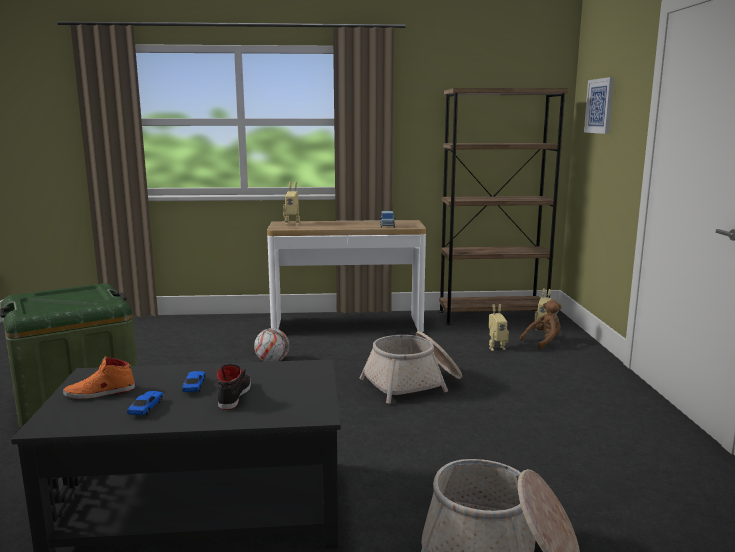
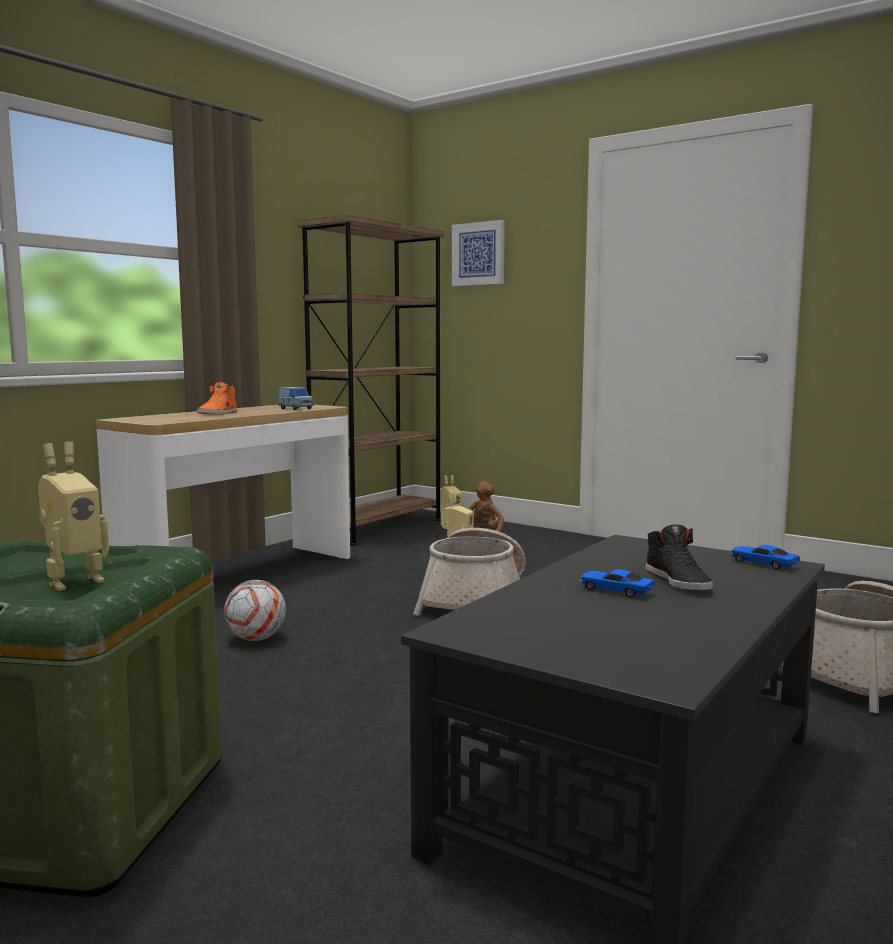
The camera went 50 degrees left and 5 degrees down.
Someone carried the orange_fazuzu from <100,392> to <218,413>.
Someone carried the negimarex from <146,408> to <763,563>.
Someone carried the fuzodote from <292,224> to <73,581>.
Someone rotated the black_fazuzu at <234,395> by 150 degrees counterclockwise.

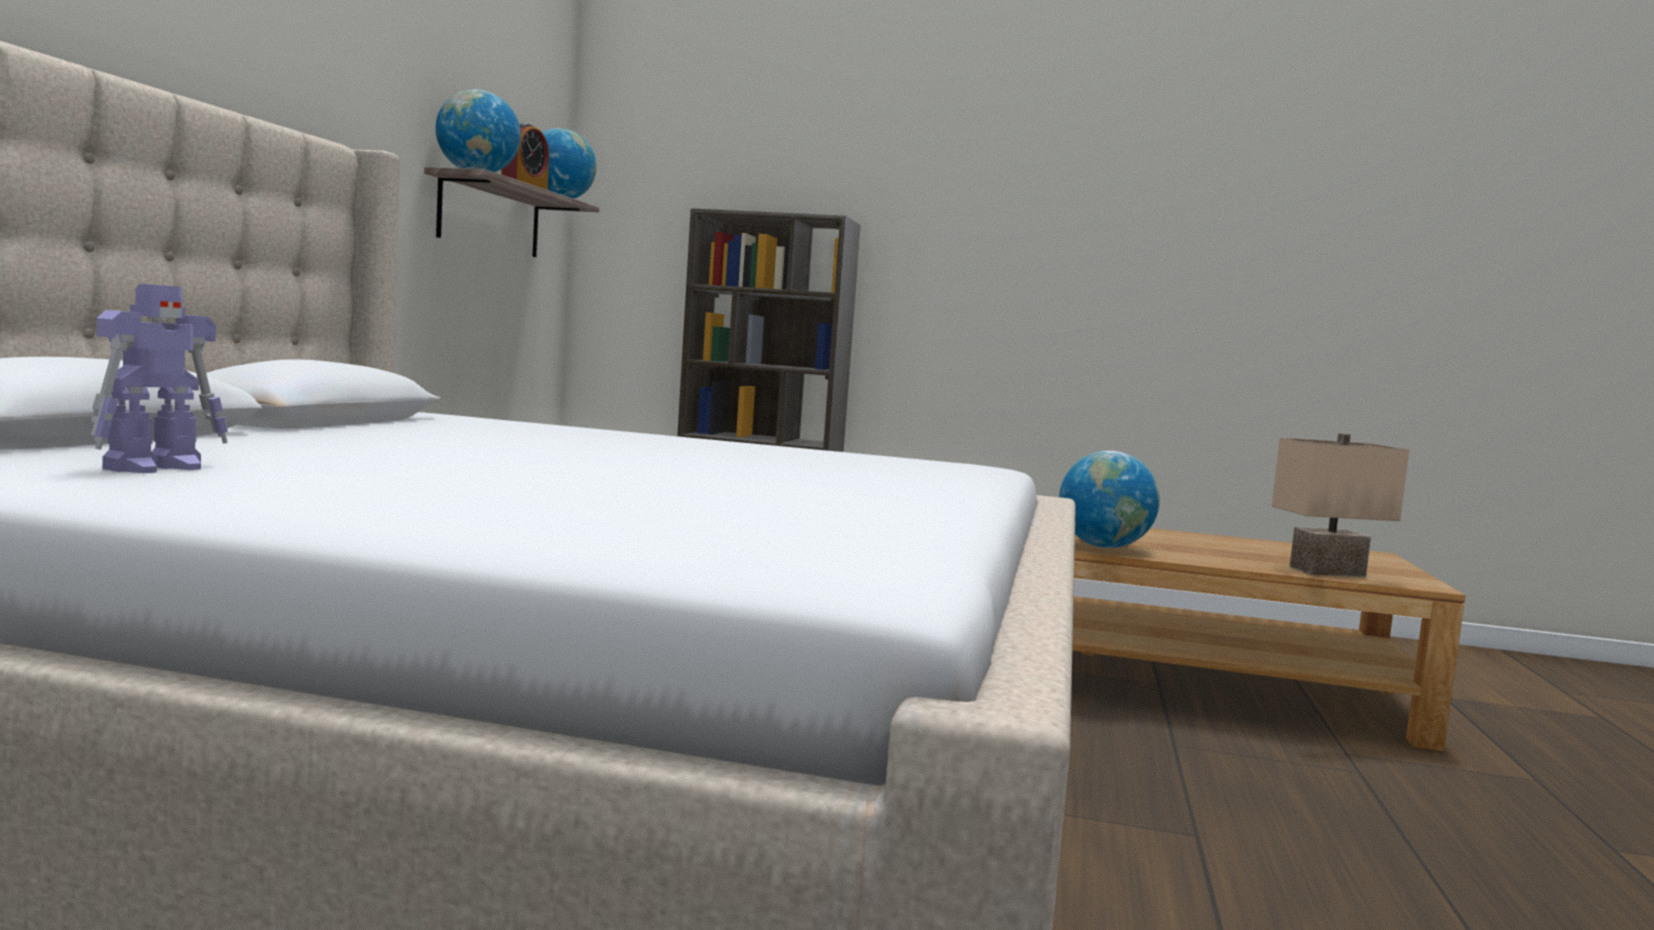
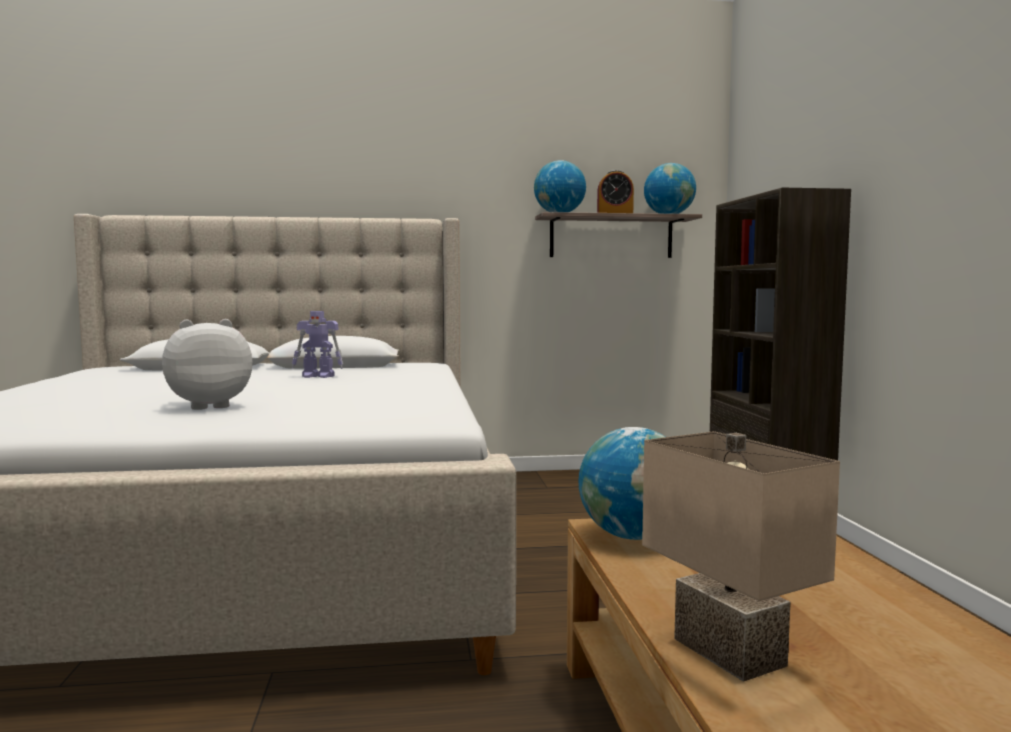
The camera went 70 degrees right and 0 degrees up.
Someone put down the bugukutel at <209,406>.
Someone carried the fuzodote from <157,467> to <319,376>.

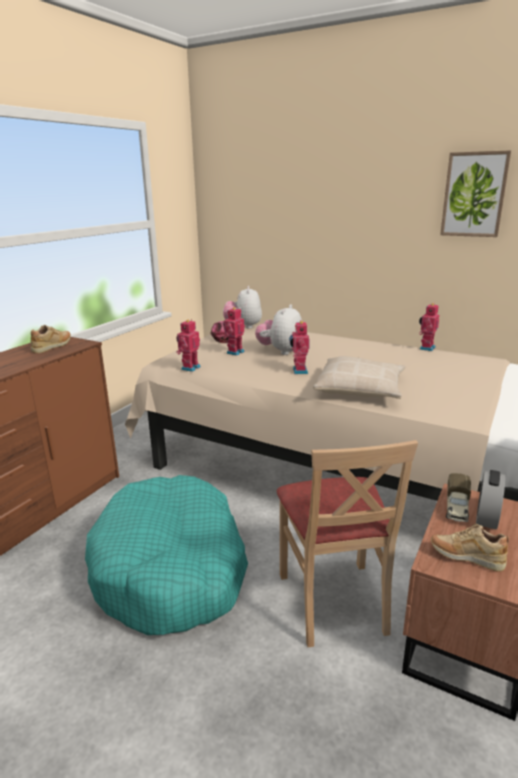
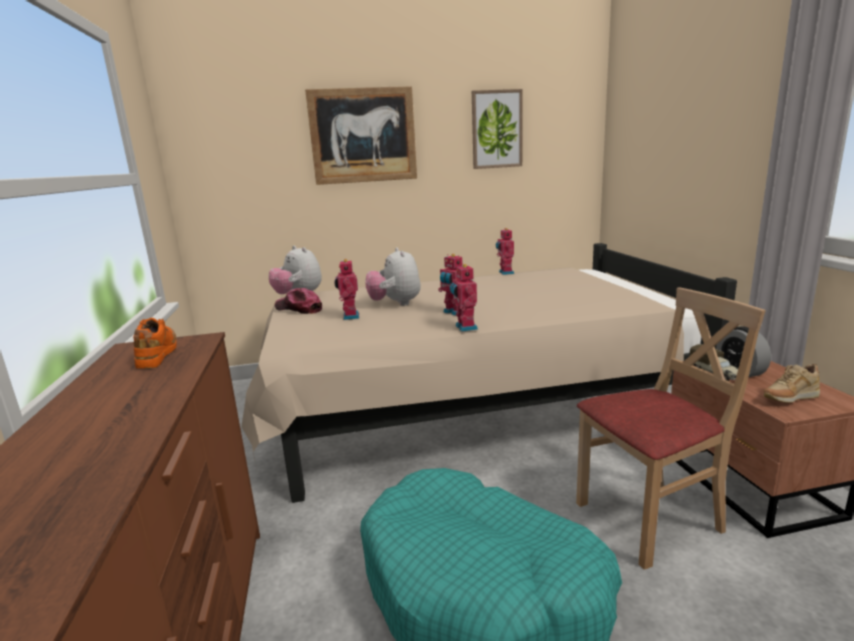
The camera went 40 degrees left and 5 degrees down.
Someone took away the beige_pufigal at <360,388>.
Someone put up the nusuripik at <363,136>.
Someone carried the fuzodote from <189,368> to <464,327>.
Someone repainted the beige_fazuzu at <53,347>, which became the orange_fazuzu at <159,356>.
Someone rotated the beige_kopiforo at <333,601> by 60 degrees counterclockwise.

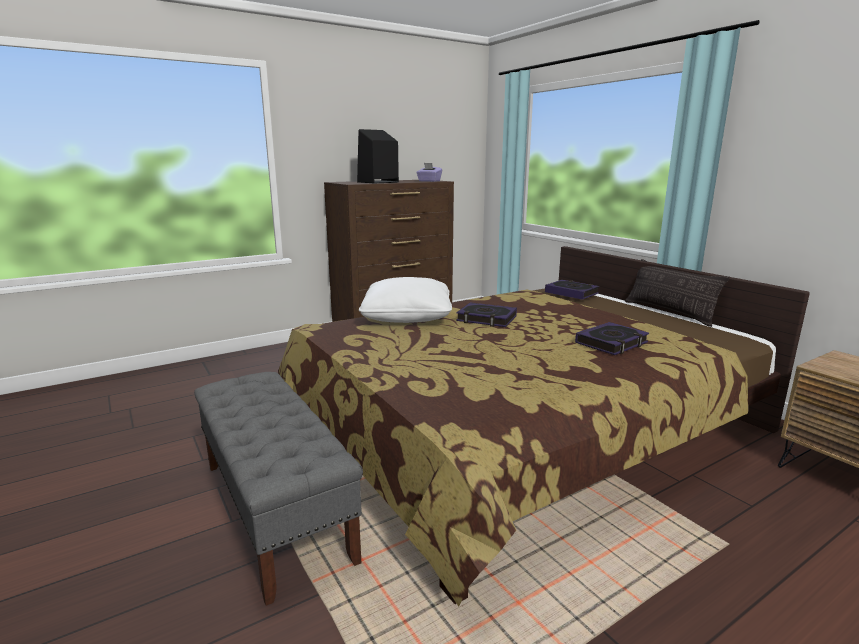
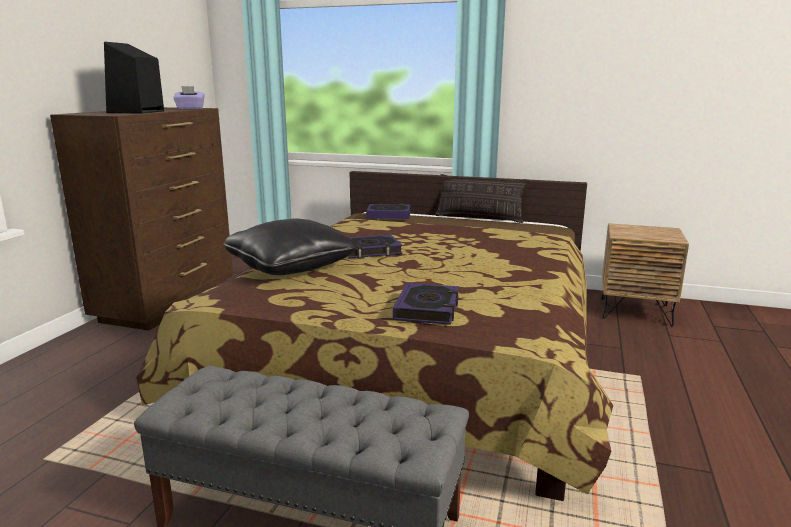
The camera went 40 degrees left and 0 degrees up.
Someone carried the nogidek from <611,343> to <427,309>.
Someone repainted the white_pufigal at <407,317>, which became the black_pufigal at <291,266>.

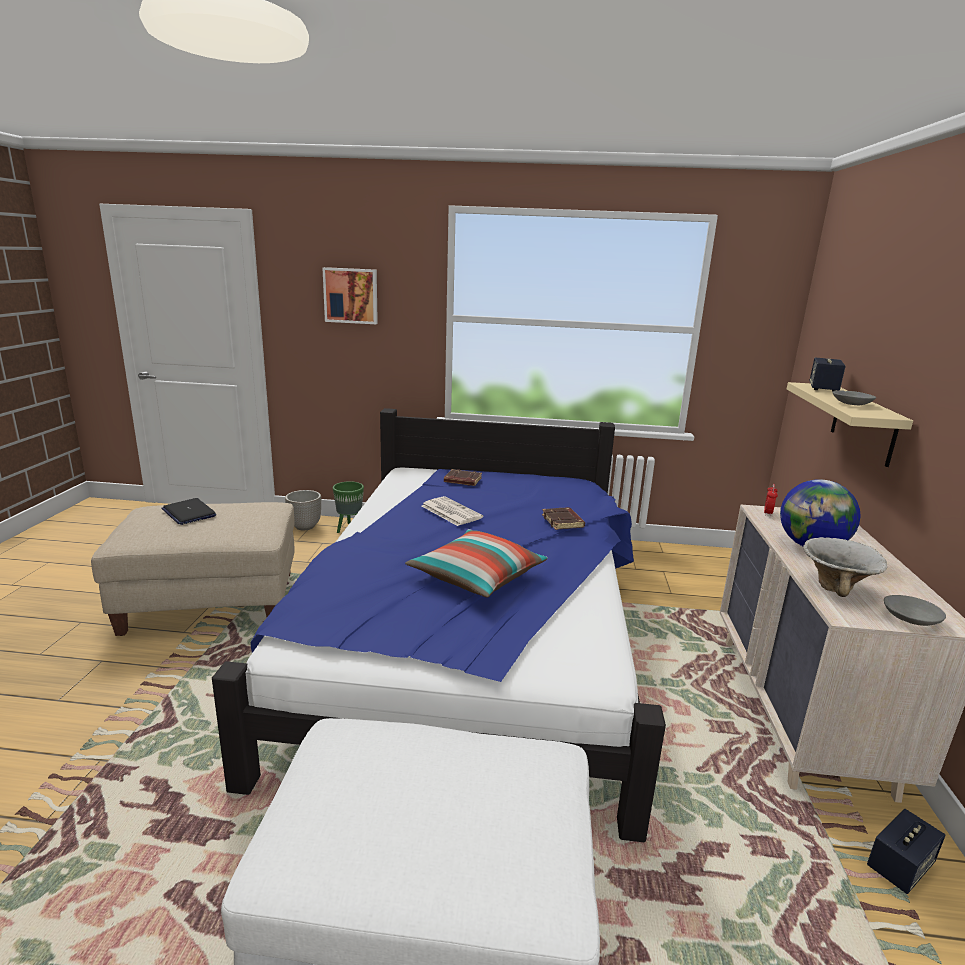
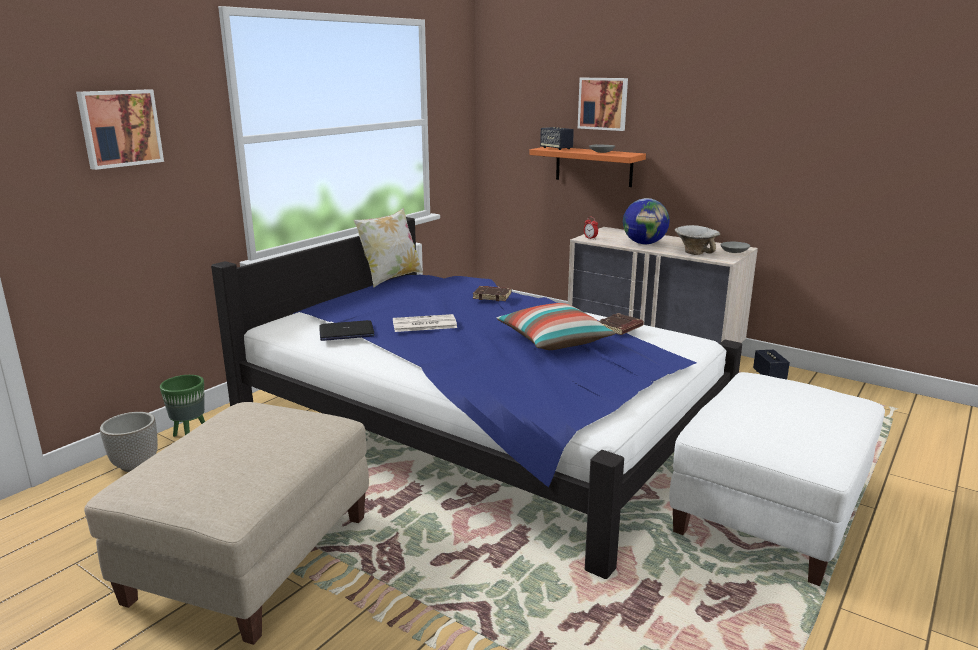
The camera went 60 degrees left and 0 degrees up.
Someone put down the pufigal at <391,278>.
Someone put up the nusuripik at <603,103>.
Someone carried the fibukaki from <188,512> to <346,332>.
Someone carried the brown_nogidek from <462,481> to <620,328>.
Someone repainted the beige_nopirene at <863,424>, which became the orange_nopirene at <593,166>.

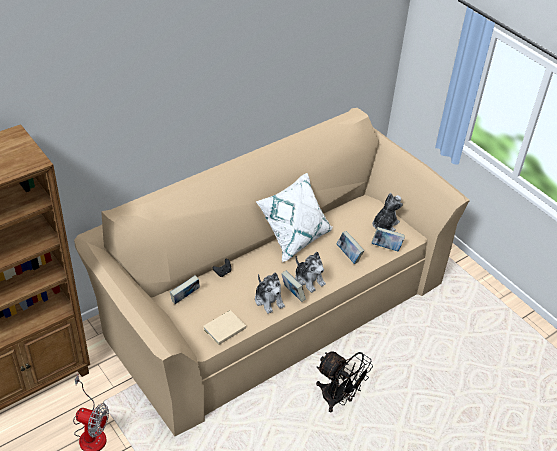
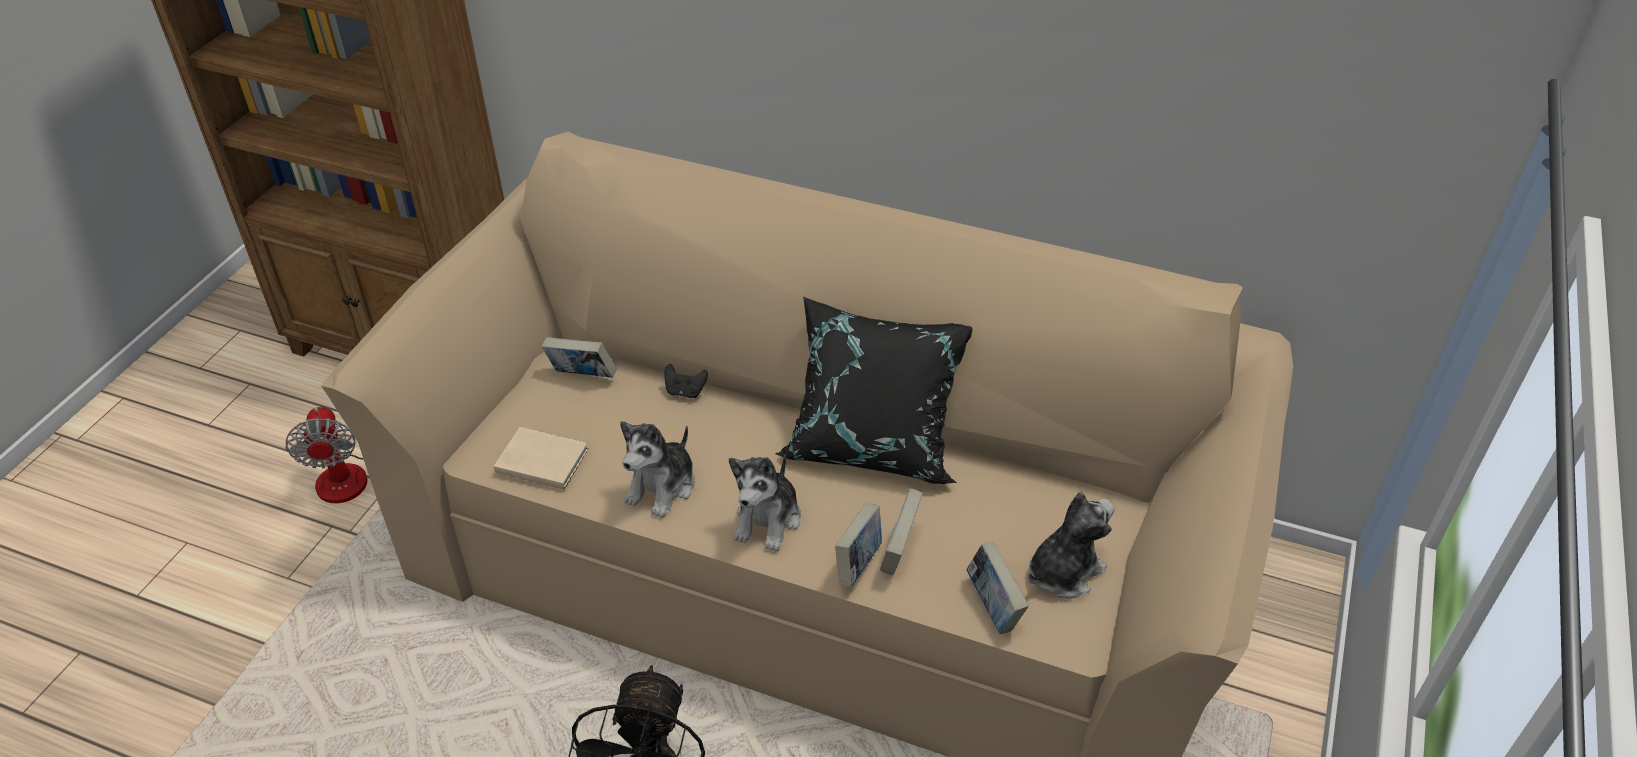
The camera went 60 degrees right and 0 degrees up.
Someone carried the nogidek from <292,294> to <858,564>.
Someone repainted the white_pufigal at <294,237>, which became the black_pufigal at <873,443>.
Someone rotated the bugukutel at <384,225> by 45 degrees counterclockwise.

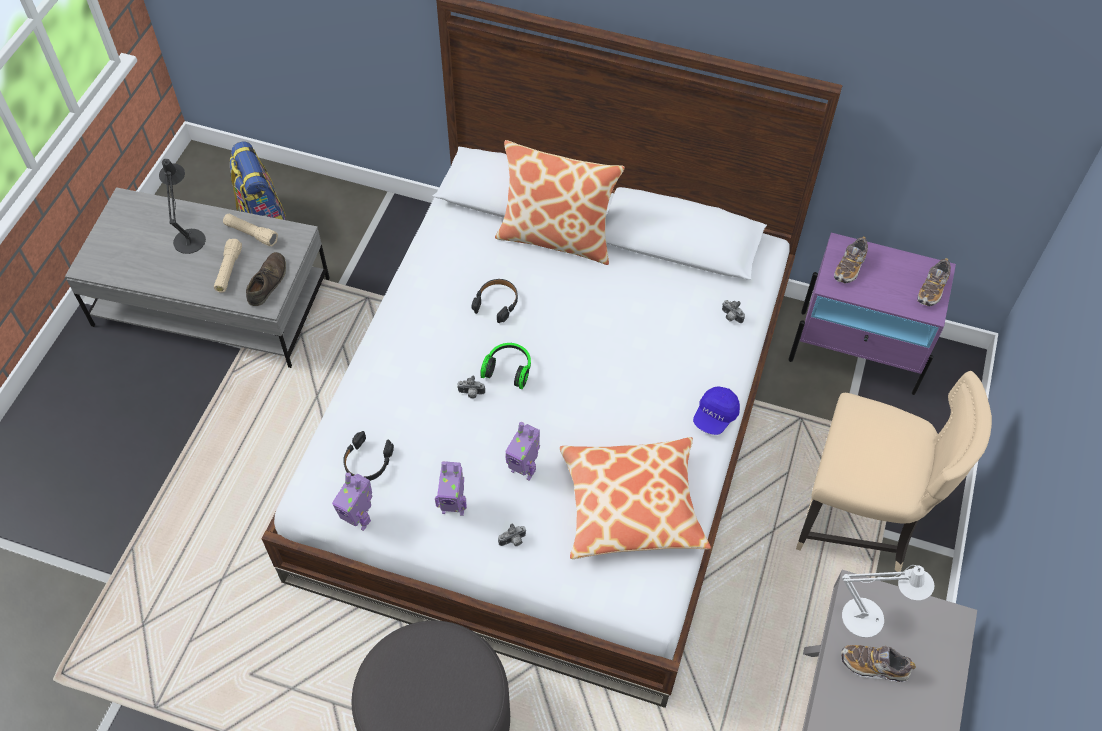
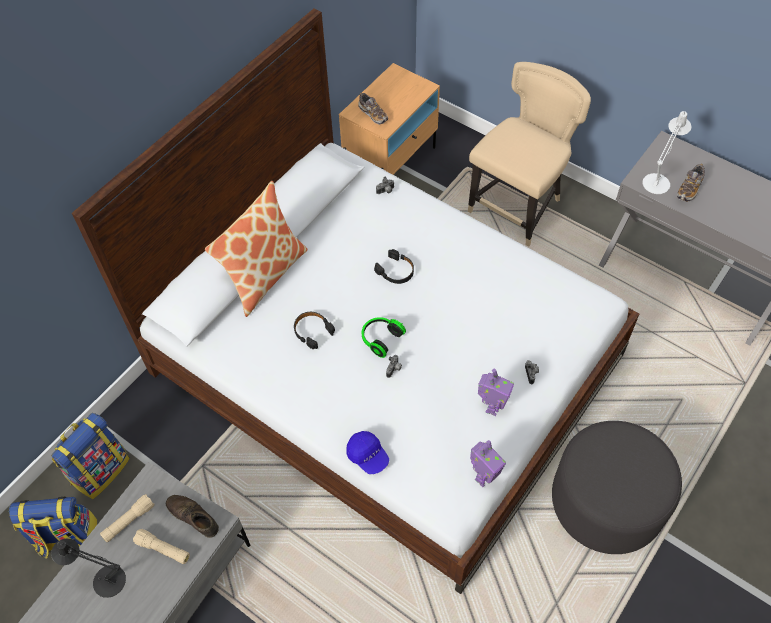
The camera went 70 degrees left and 0 degrees up.
Someone took away the fuzodote at <524,469>.
Someone took away the pufigal at <631,505>.
Someone took away the fazuzu at <932,289>.
Someone put down the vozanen at <100,470>.
Someone carried the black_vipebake from <367,461> to <396,271>.
Someone carried the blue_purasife from <715,416> to <368,456>.
Someone repainted the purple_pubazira at <858,352>, which became the beige_pubazira at <391,164>.

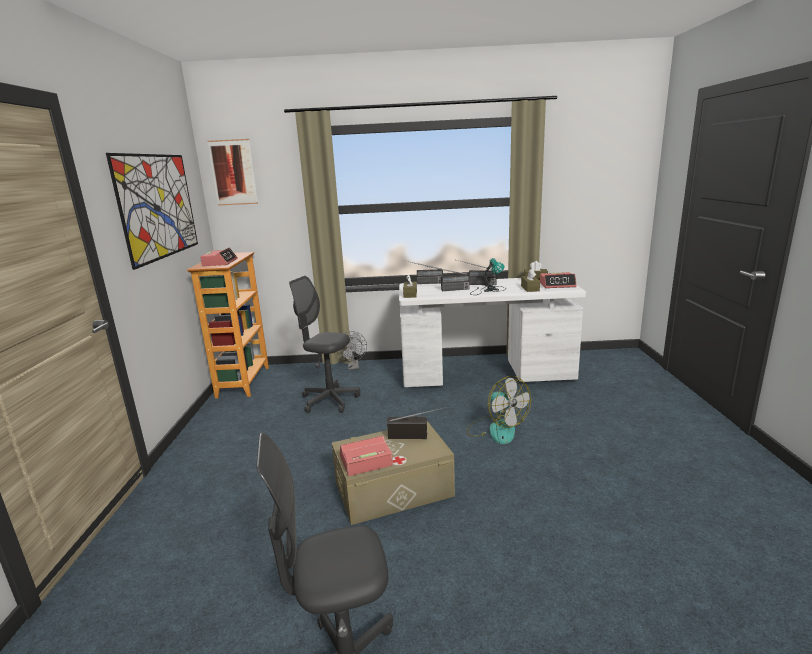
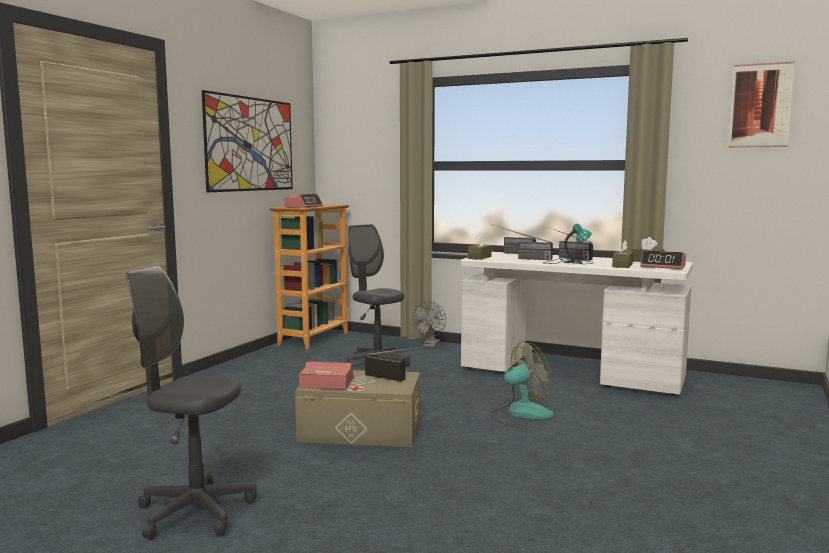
The camera went 25 degrees right and 10 degrees down.
Someone carried the nusuripik from <233,172> to <760,105>.
Someone rotated the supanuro at <496,429> by 105 degrees counterclockwise.

